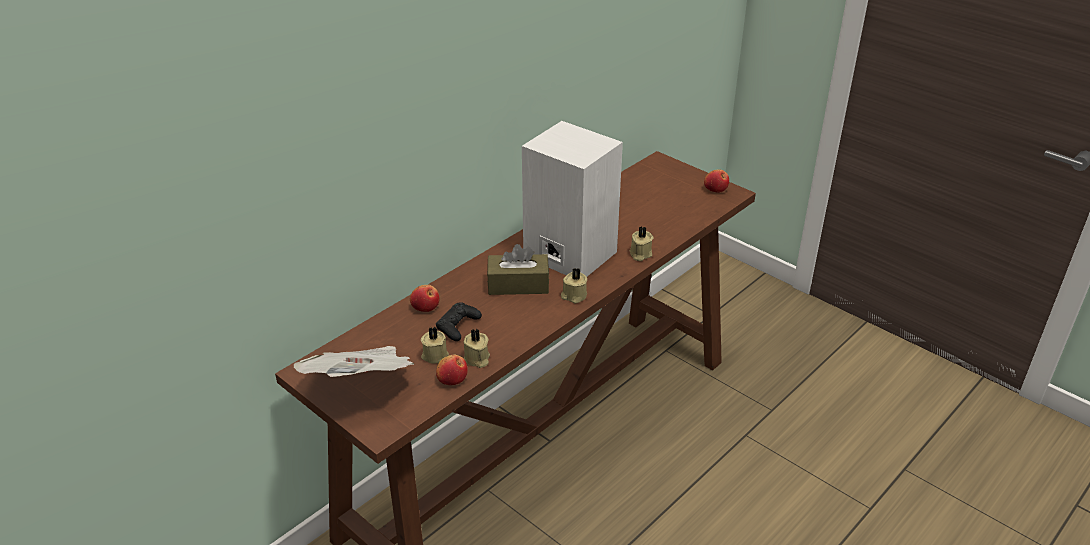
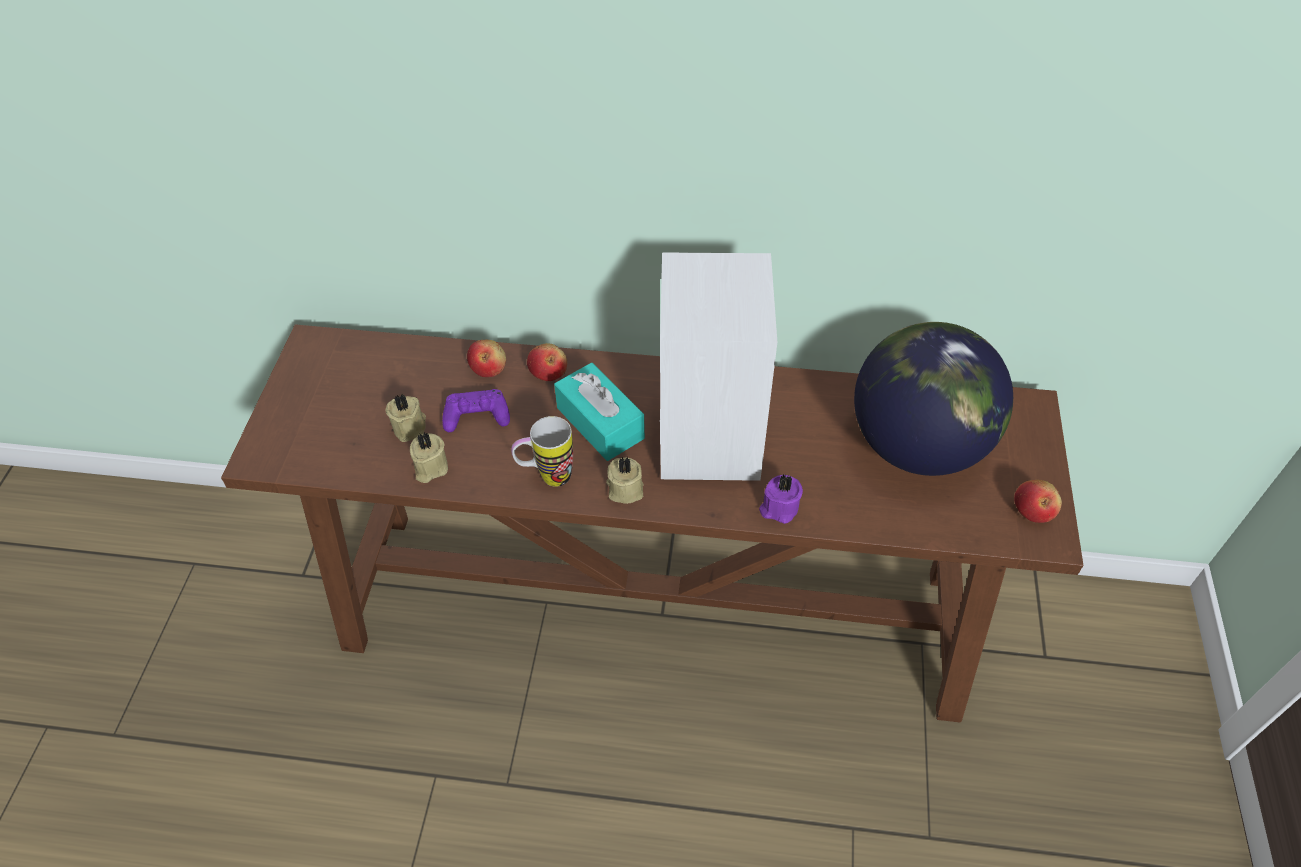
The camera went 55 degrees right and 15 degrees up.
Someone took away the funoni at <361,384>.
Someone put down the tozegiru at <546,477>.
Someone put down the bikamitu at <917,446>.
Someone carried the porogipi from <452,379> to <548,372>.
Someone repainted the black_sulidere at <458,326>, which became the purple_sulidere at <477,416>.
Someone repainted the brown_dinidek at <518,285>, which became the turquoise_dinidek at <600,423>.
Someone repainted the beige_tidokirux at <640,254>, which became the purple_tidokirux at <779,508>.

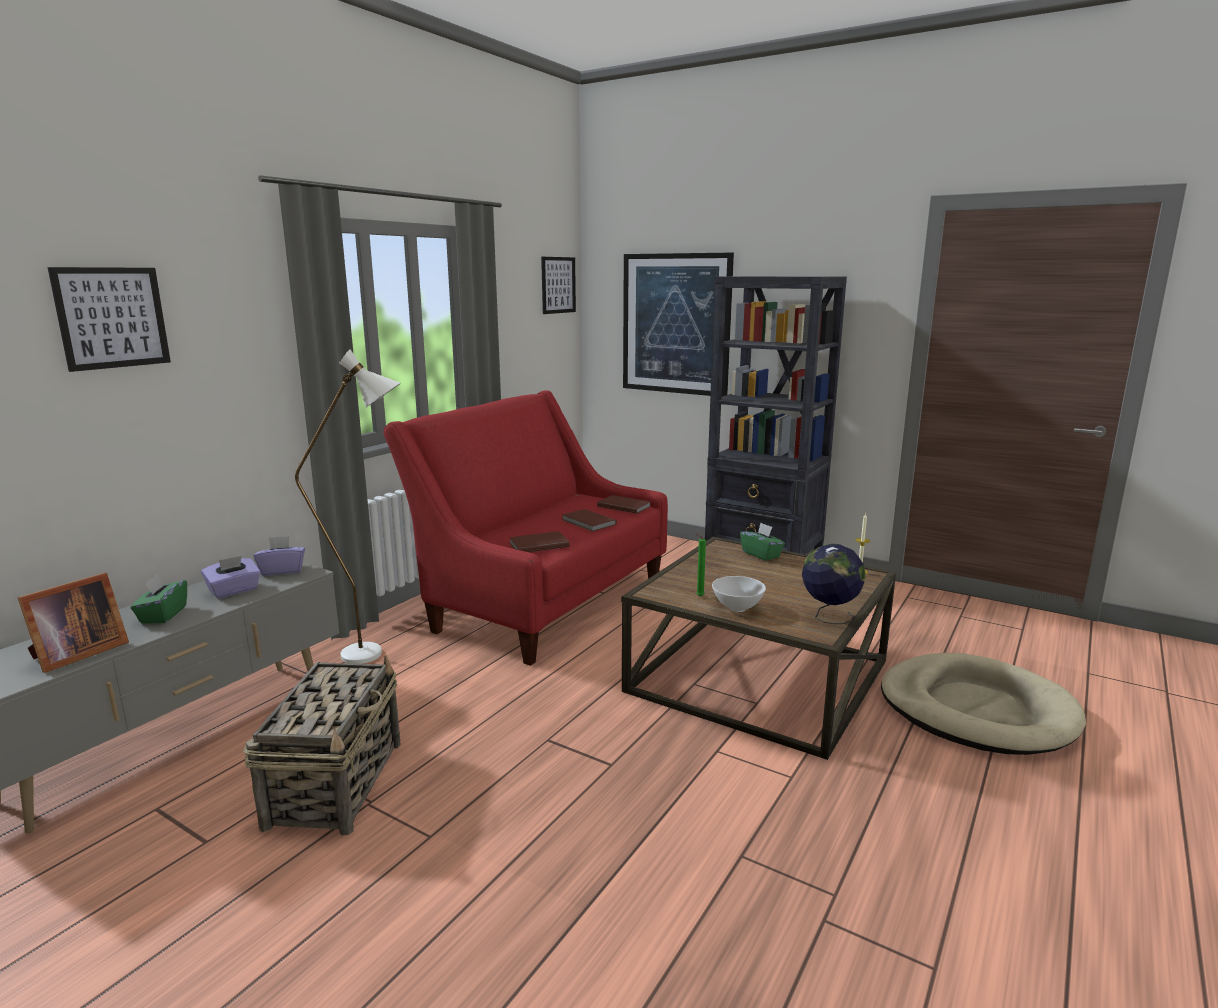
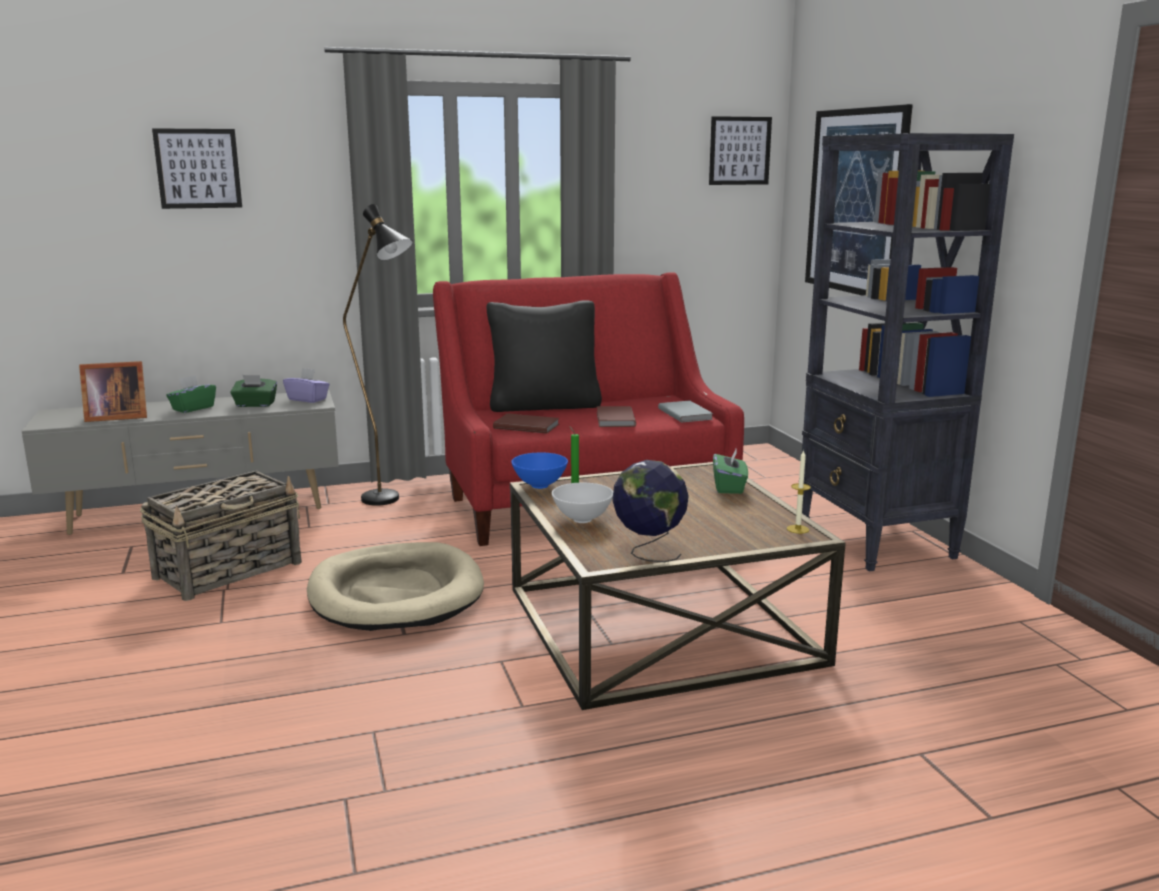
The camera went 40 degrees right and 0 degrees up.
Someone put down the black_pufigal at <544,406>.
Someone put down the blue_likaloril at <539,486>.
Someone carried the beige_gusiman from <976,710> to <396,594>.
Someone repainted the purple_dinidek at <234,591>, which became the green_dinidek at <255,404>.
Someone repainted the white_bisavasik at <376,654>, which became the black_bisavasik at <390,502>.
Someone repainted the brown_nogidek at <624,506>, which became the grey_nogidek at <686,414>.

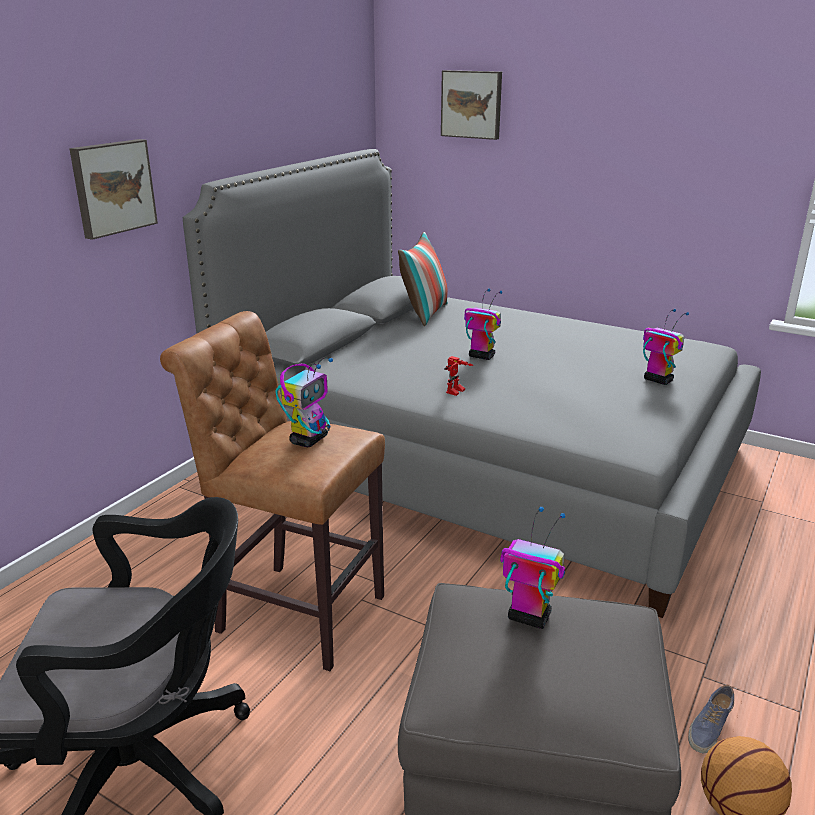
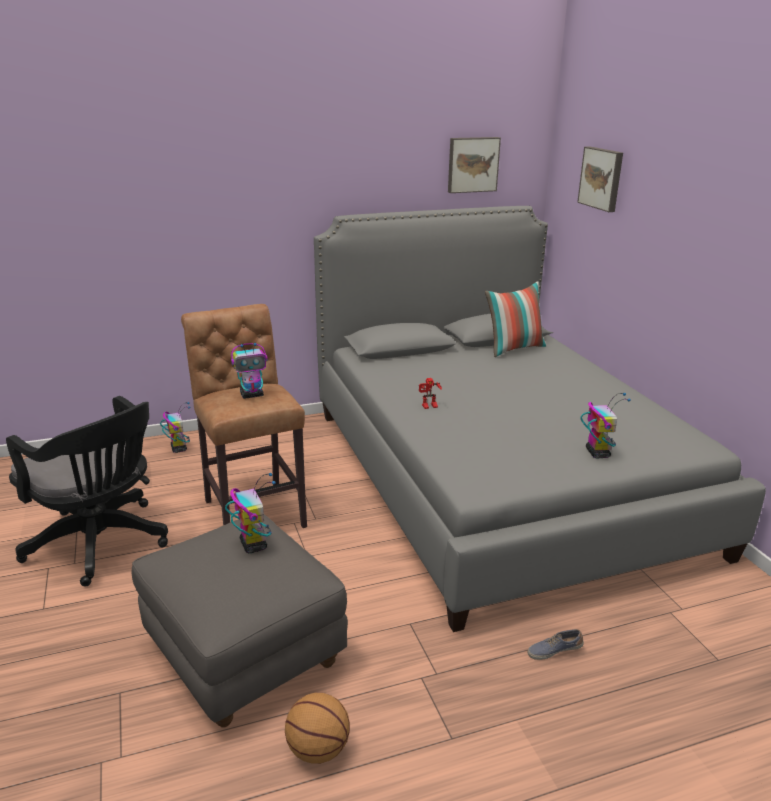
The camera went 40 degrees right and 0 degrees up.
Someone carried the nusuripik from <112,187> to <472,164>.
Someone carried the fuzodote from <481,356> to <178,448>.
Someone carried the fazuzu from <709,727> to <554,651>.

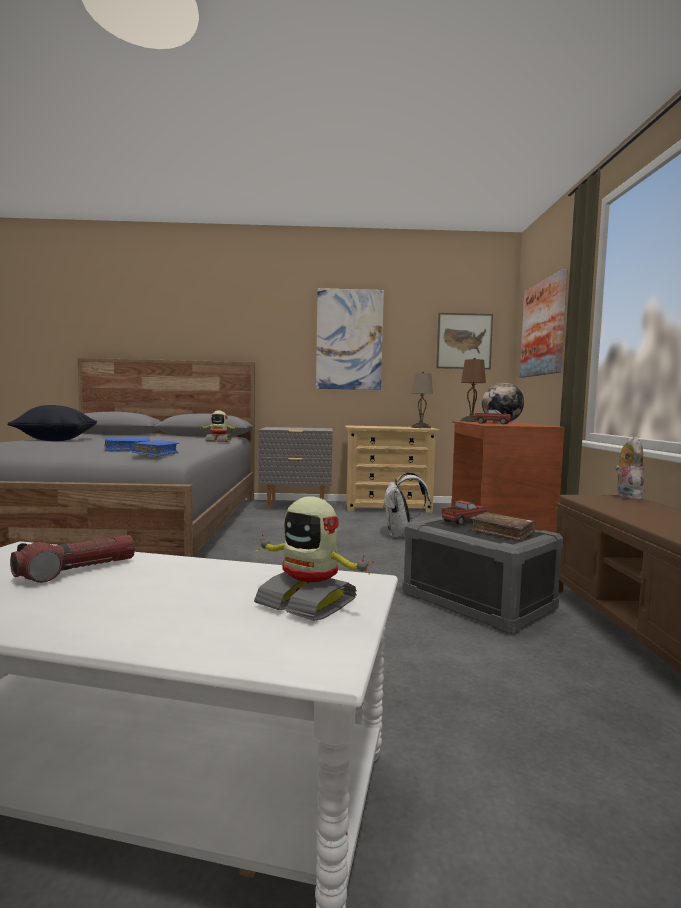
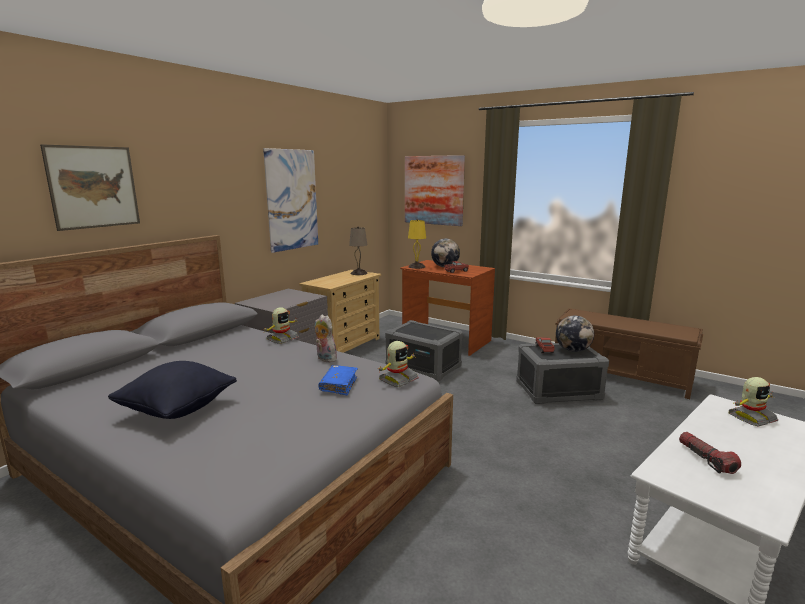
The camera went 55 degrees left and 10 degrees up.
Someone carried the nusuripik from <464,341> to <93,187>.
Someone carried the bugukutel from <627,497> to <325,359>.
Someone swapped the blue_nogidek at <155,454> for the fuzodote at <398,379>.
Someone swapped the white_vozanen at <401,535> for the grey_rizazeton at <423,366>.
Someone swapped the brown_nogidek at <502,533> for the bikamitu at <573,350>.
Someone repainted the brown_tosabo at <471,421>, which became the yellow_tosabo at <416,266>.

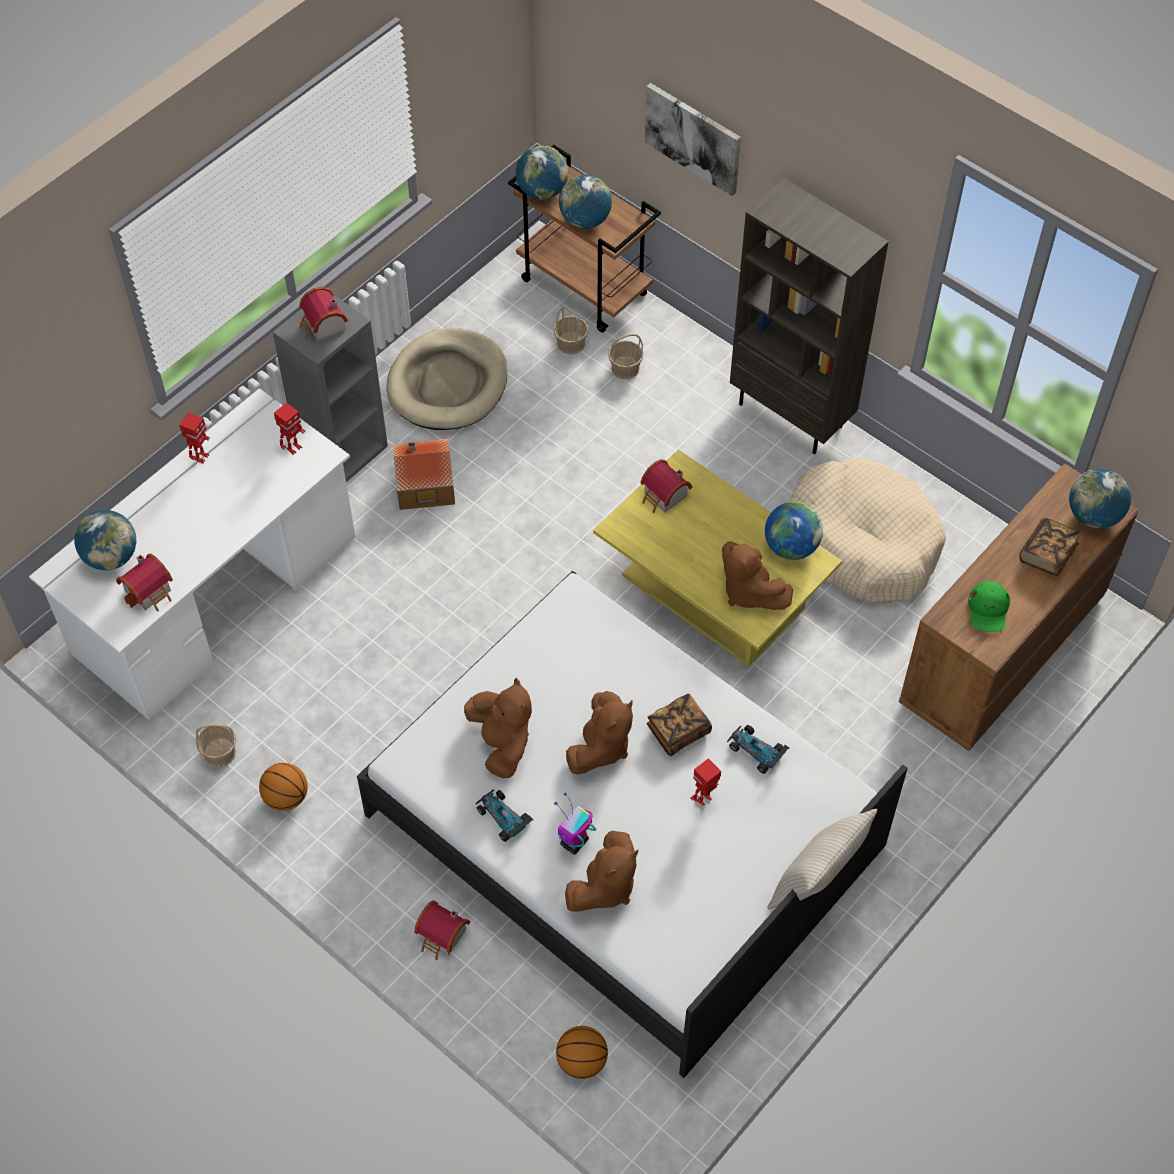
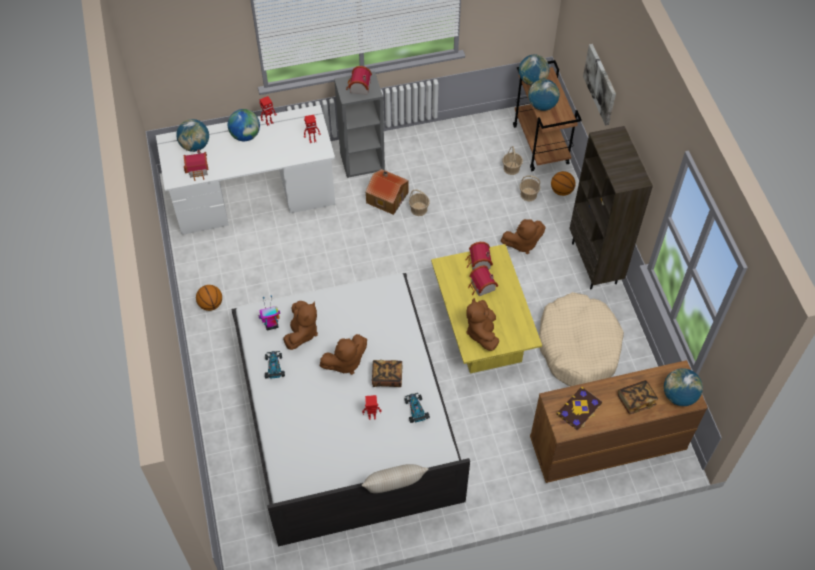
The camera went 35 degrees right and 0 degrees up.
Someone took away the beige_gusiman at <448,384>.
Someone carried the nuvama from <219,753> to <419,209>.
Someone carried the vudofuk from <442,937> to <482,287>.
Someone carried the fuzodote from <574,843> to <271,325>.
Someone carried the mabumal from <581,1061> to <561,190>.
Someone carried the brown_bugukutel from <604,887> to <522,243>.
Someone carried the bikamitu from <791,547> to <245,135>.
Someone swapped the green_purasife at <988,609> for the nogidek at <579,409>.

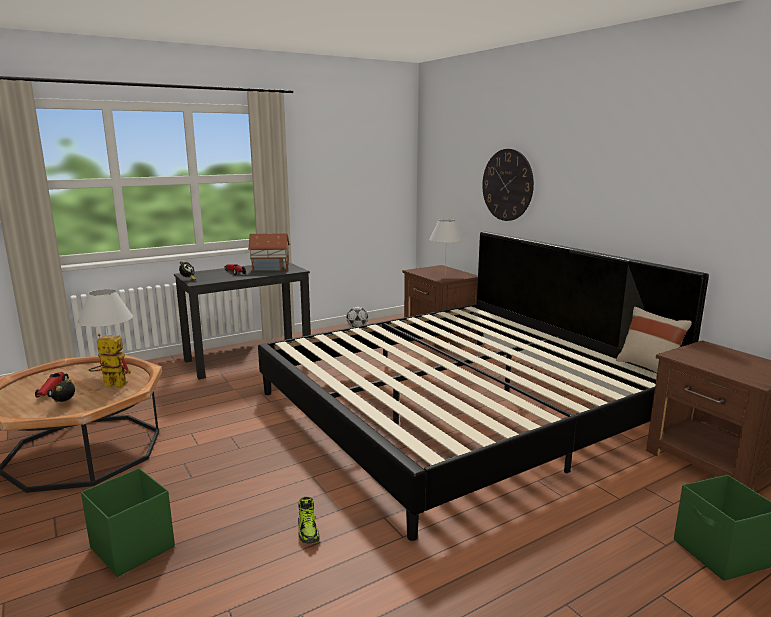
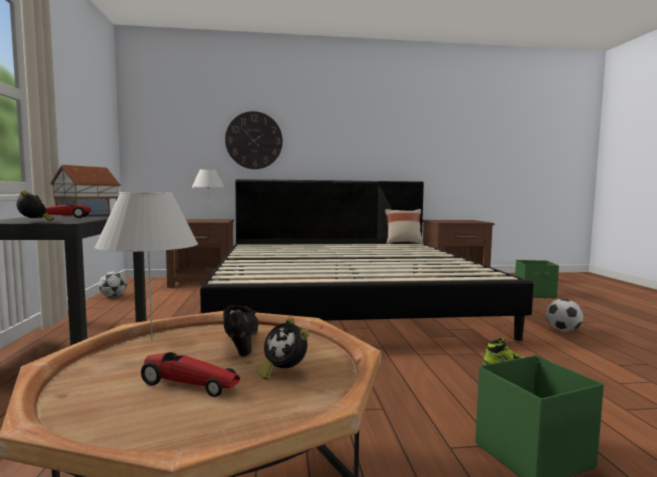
The camera went 65 degrees left and 10 degrees down.
Someone put down the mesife at <563,330>.
Someone swapped the fuzodote at <110,385> for the black_fazuzu at <240,343>.

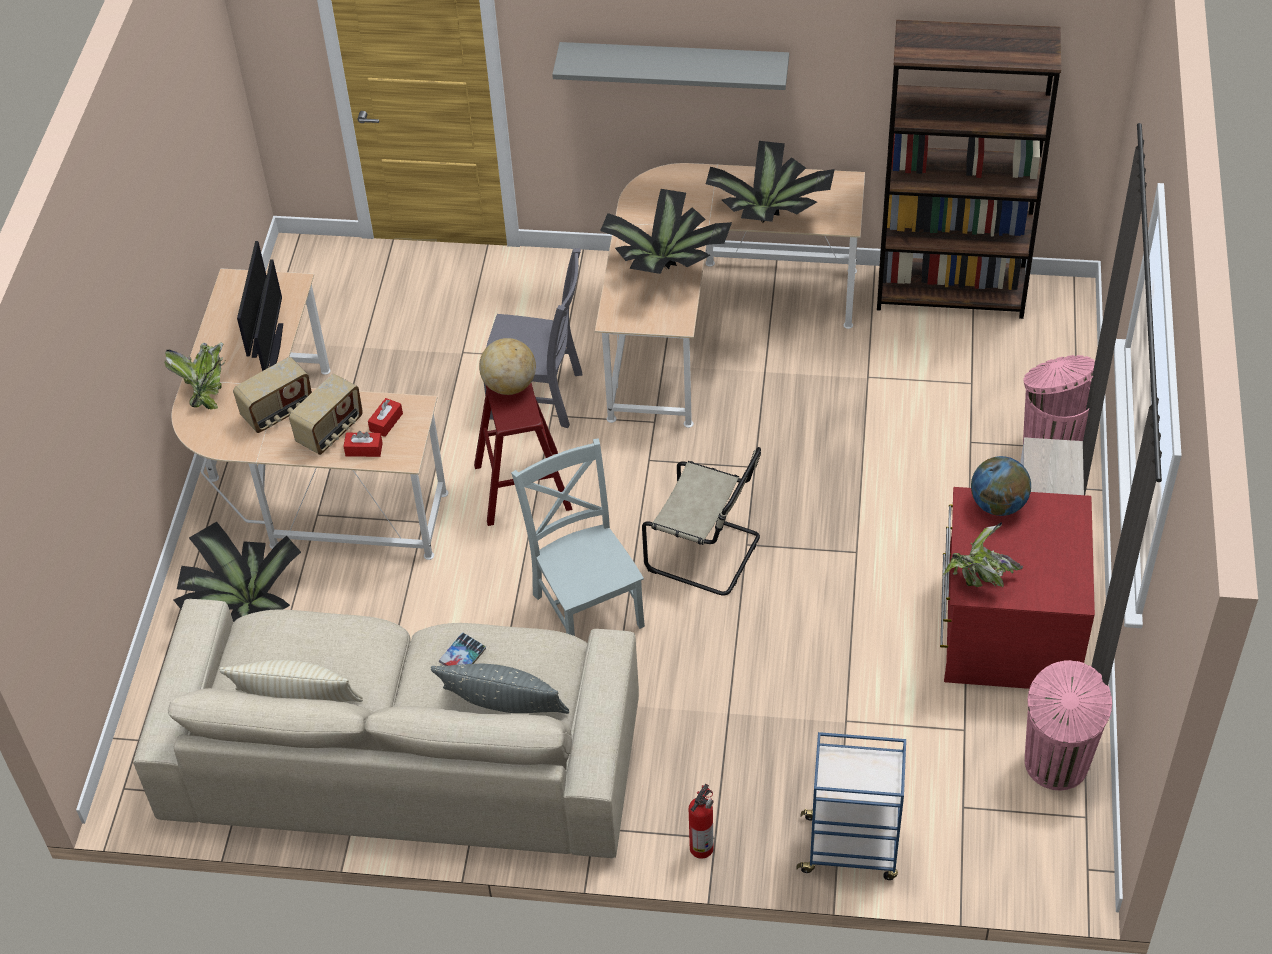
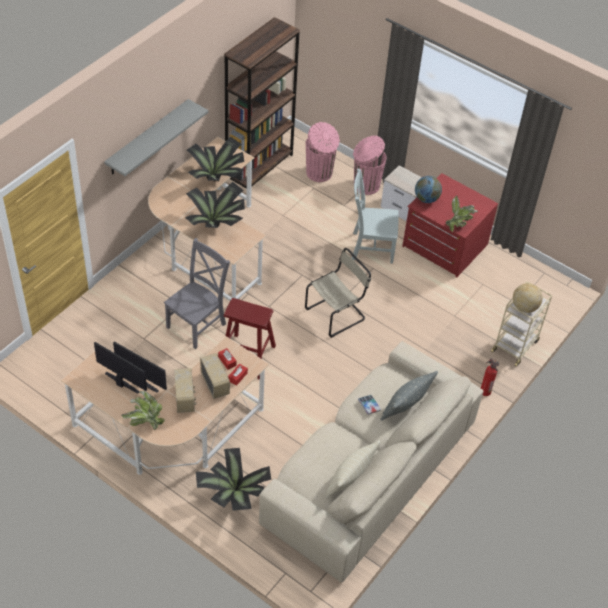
The camera went 65 degrees left and 0 degrees up.
Someone carried the bikamitu from <509,385> to <524,307>.
Someone carried the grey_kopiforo from <587,606> to <370,247>.
Someone carried the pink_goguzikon from <1055,765> to <319,173>.
Someone repainted the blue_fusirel at <852,848>, which became the beige_fusirel at <515,345>.

